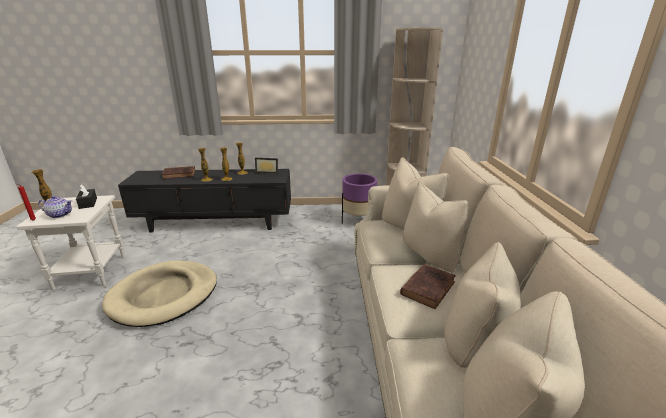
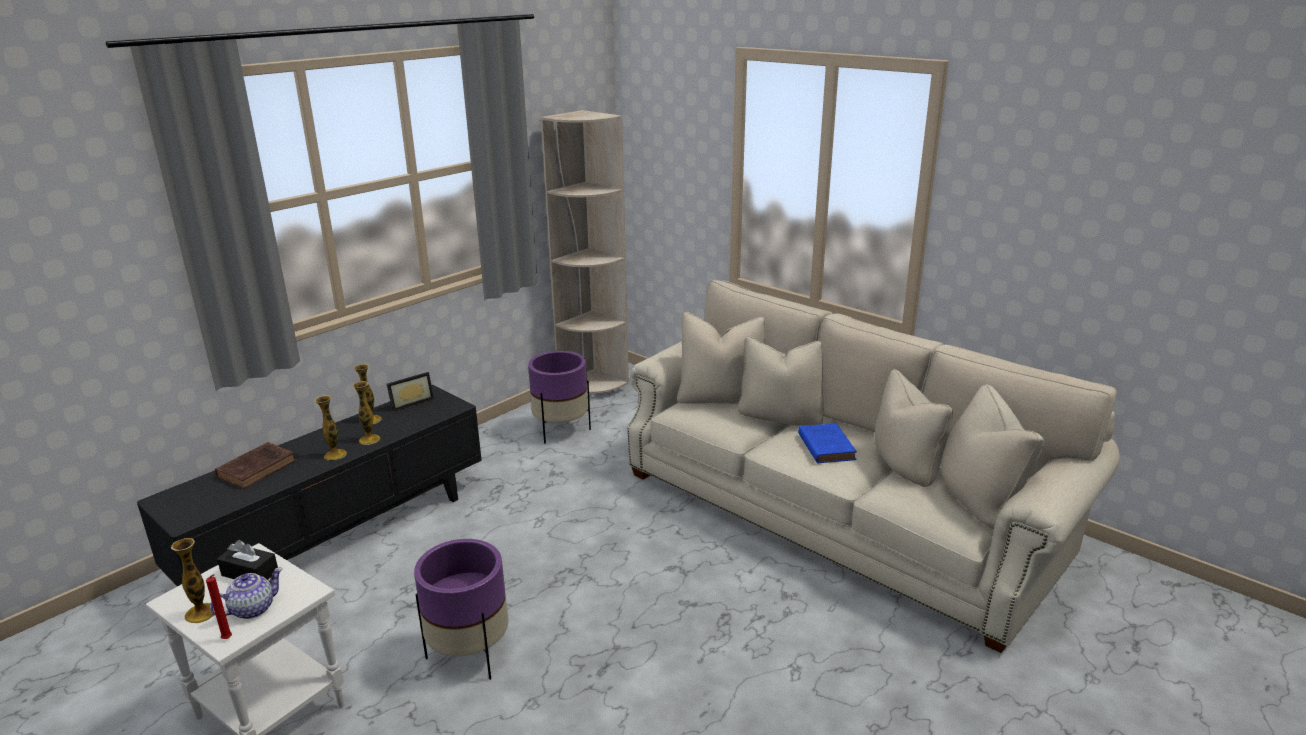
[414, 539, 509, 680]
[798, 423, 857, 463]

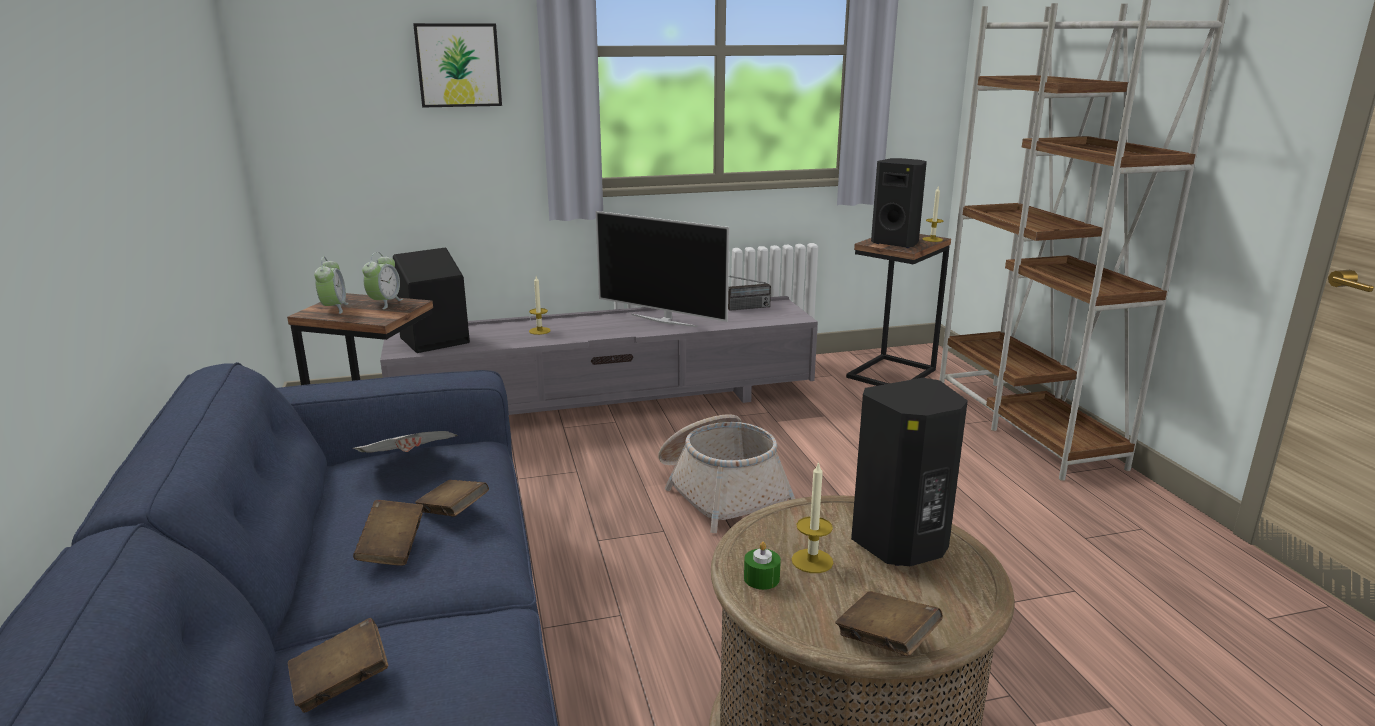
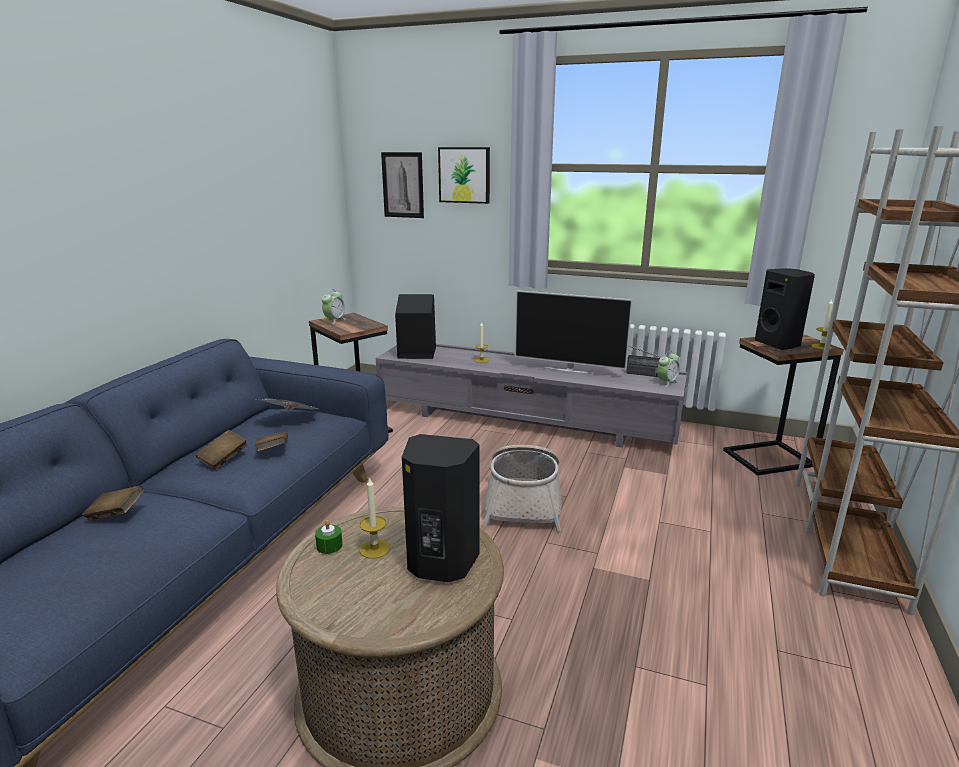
[835, 591, 943, 656] (first image)
[381, 152, 424, 218]
[657, 351, 680, 387]
[514, 290, 633, 374]

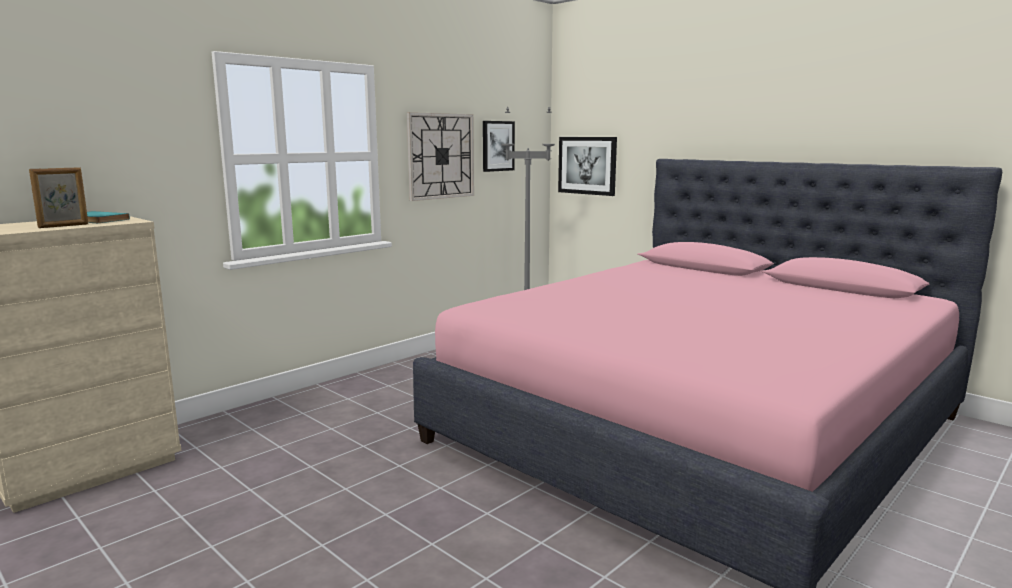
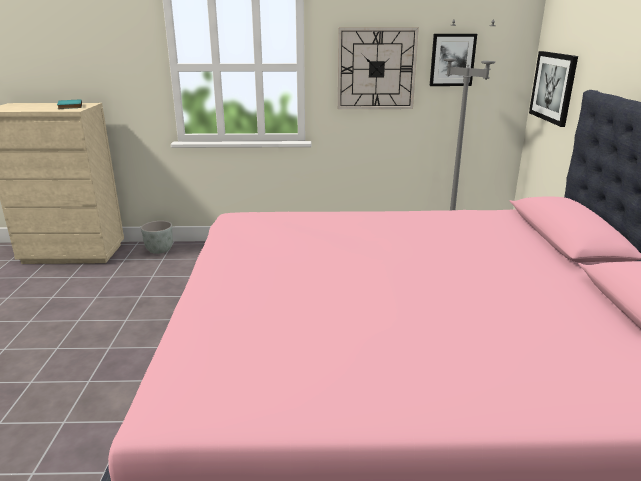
[29, 167, 88, 228] (first image)
[141, 221, 173, 254]

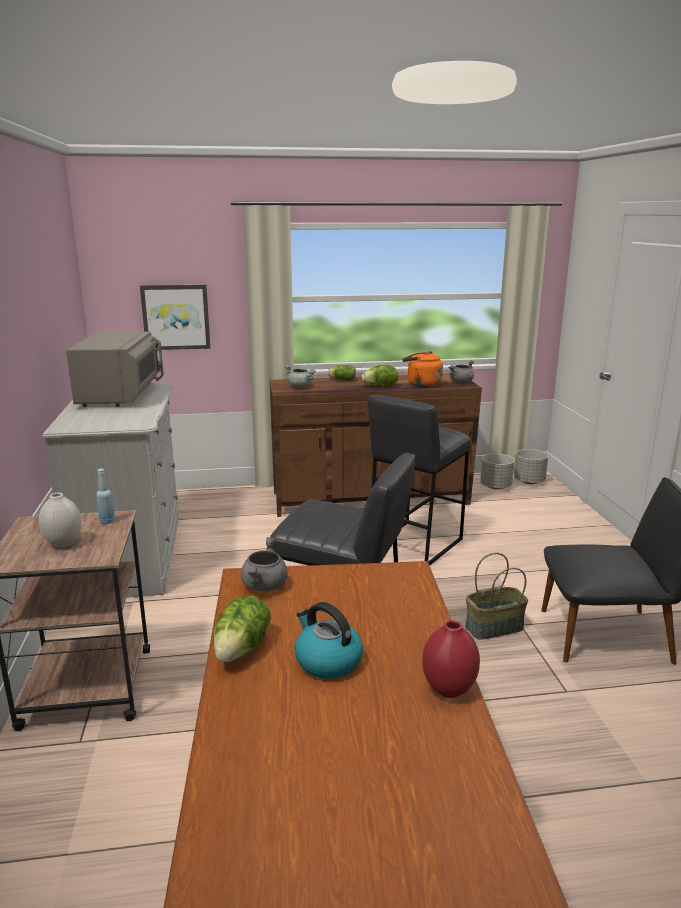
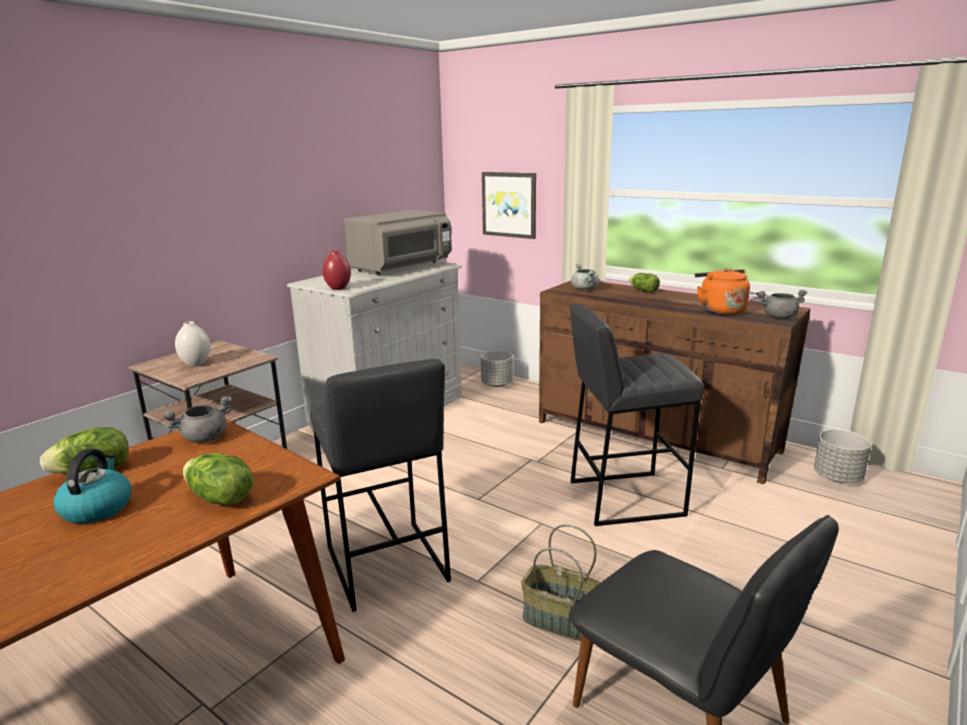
[96, 469, 115, 524] (first image)
[183, 453, 254, 505]
[322, 250, 351, 290]
[481, 350, 513, 387]

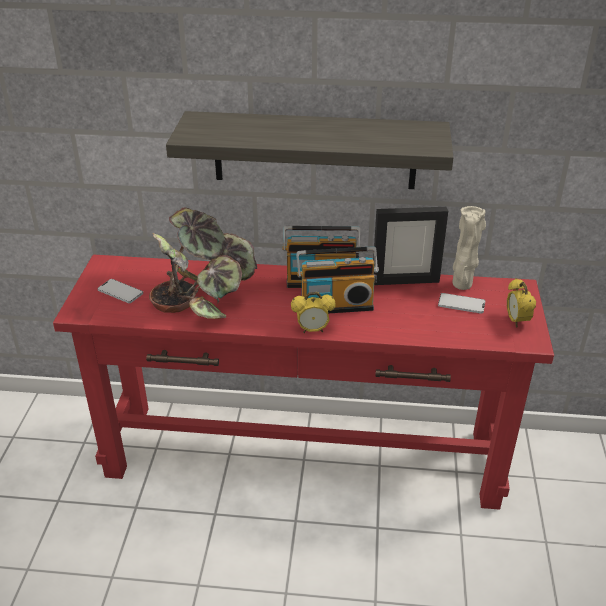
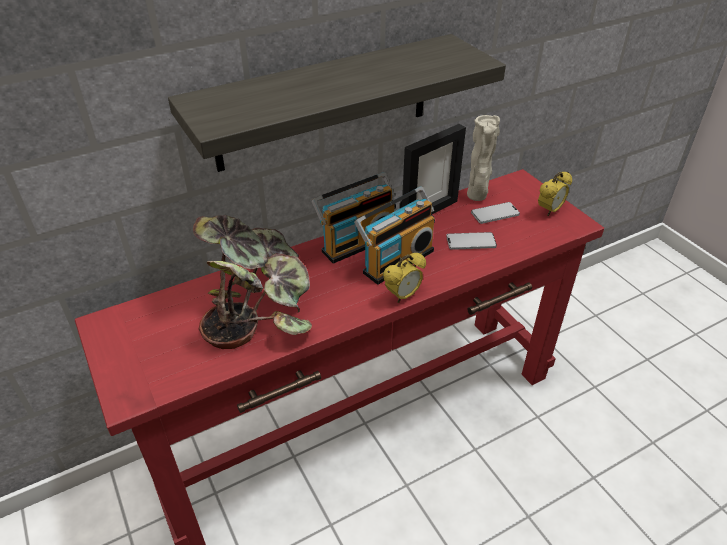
[446, 232, 497, 250]
[538, 172, 572, 216]

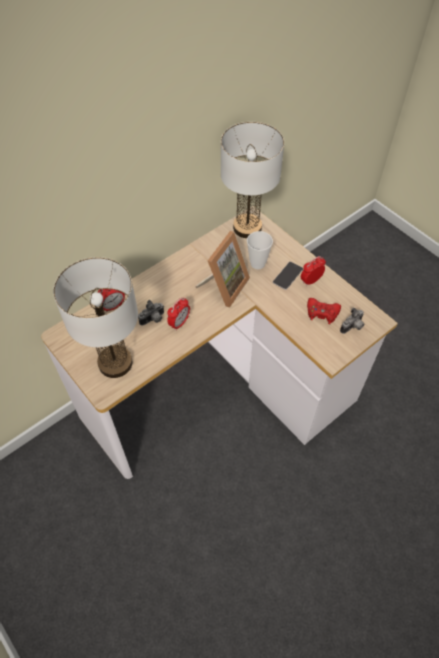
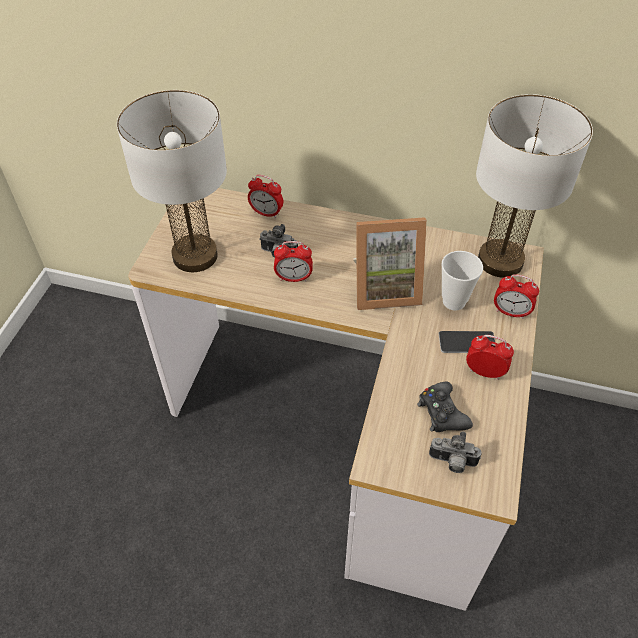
[494, 274, 539, 319]
[417, 382, 473, 432]

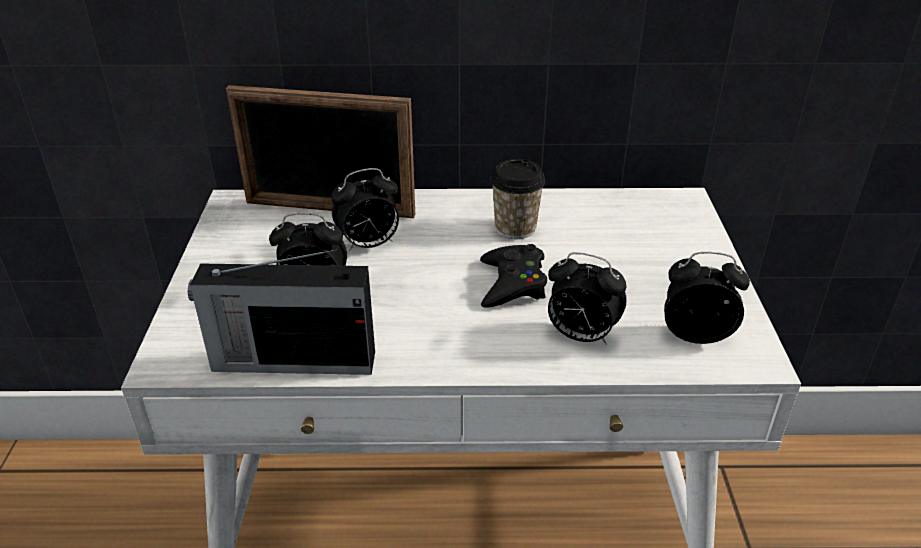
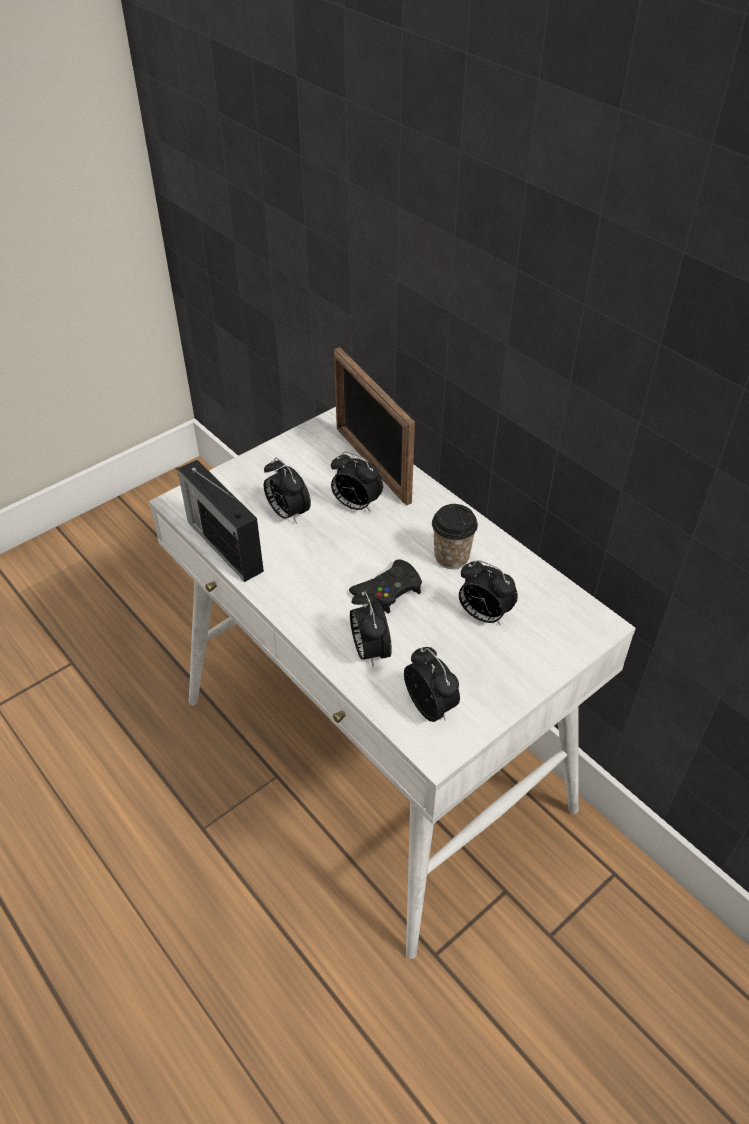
[459, 560, 518, 625]

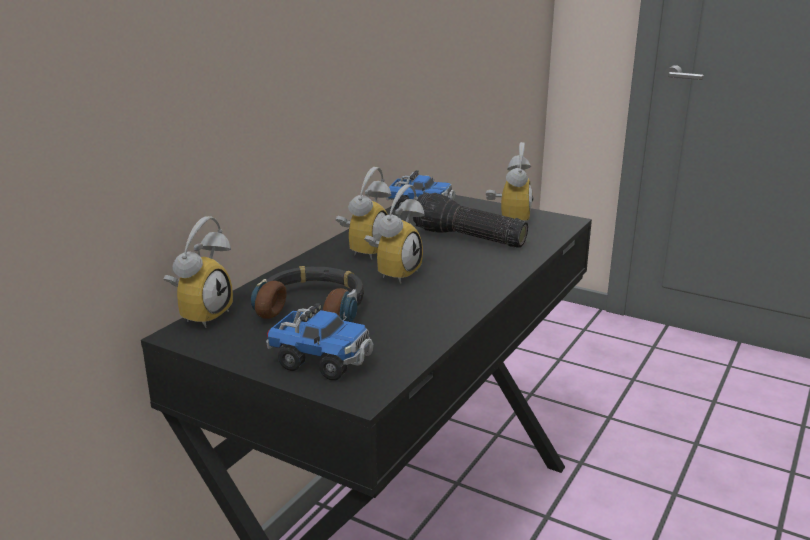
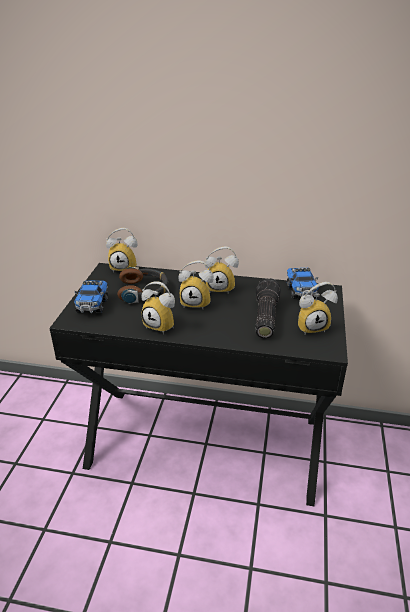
[141, 281, 175, 334]

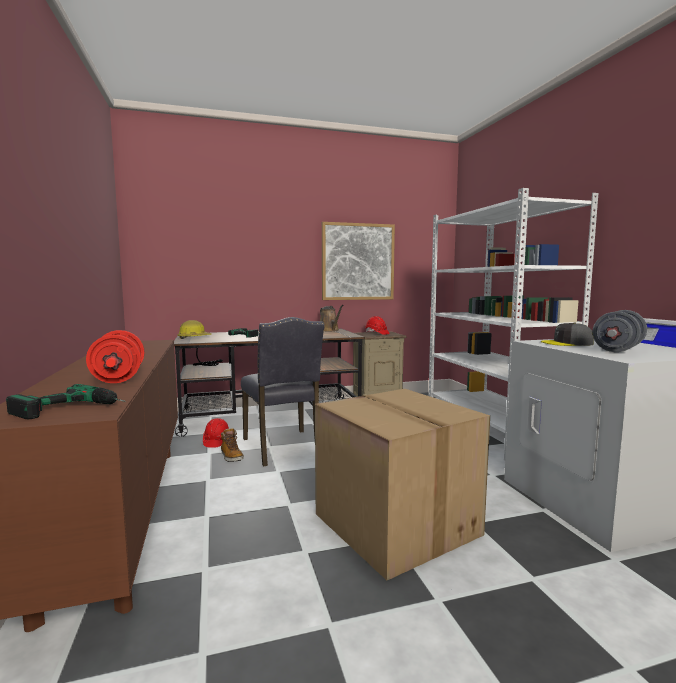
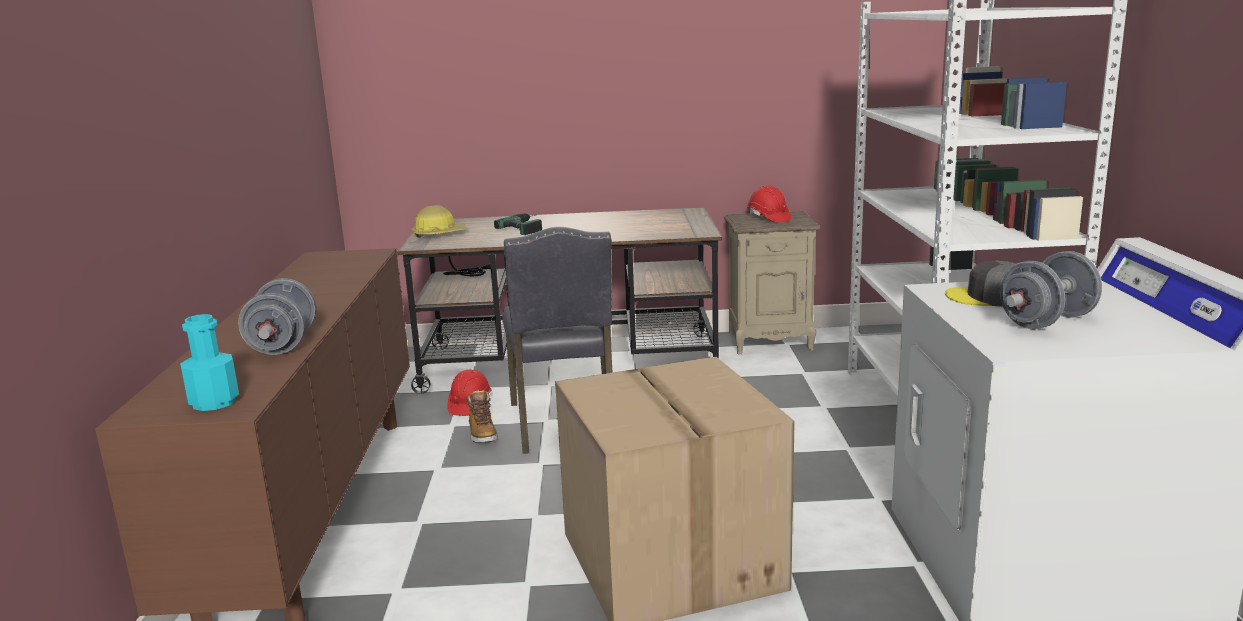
[320, 305, 344, 332] (first image)
[322, 222, 395, 300] (first image)
[180, 314, 239, 411]
[238, 278, 316, 355]

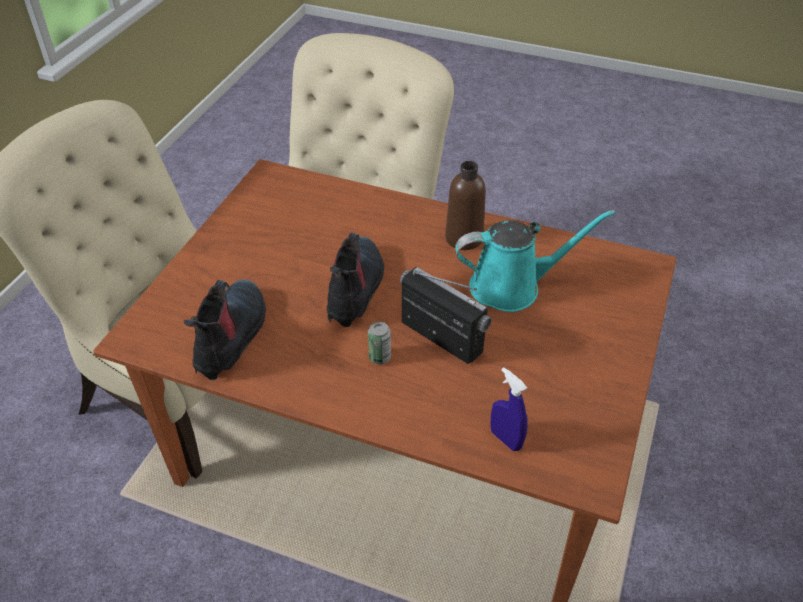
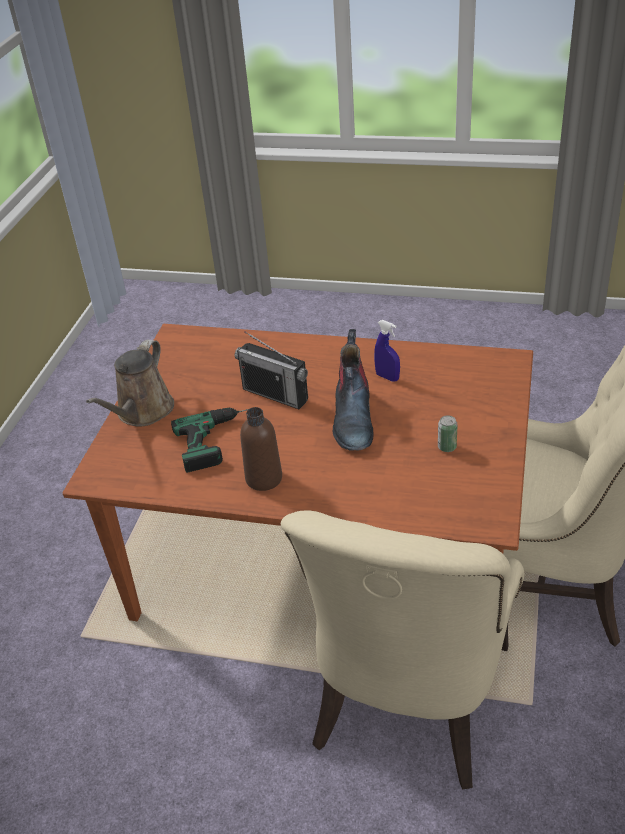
[183, 280, 266, 380] (first image)
[86, 340, 174, 426]
[438, 415, 458, 452]
[374, 320, 400, 382]
[171, 408, 248, 473]

